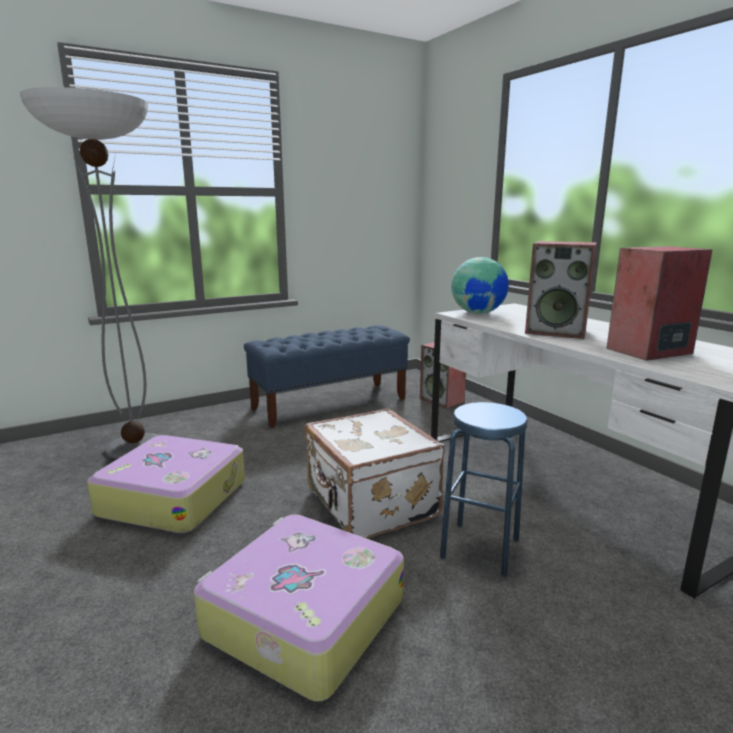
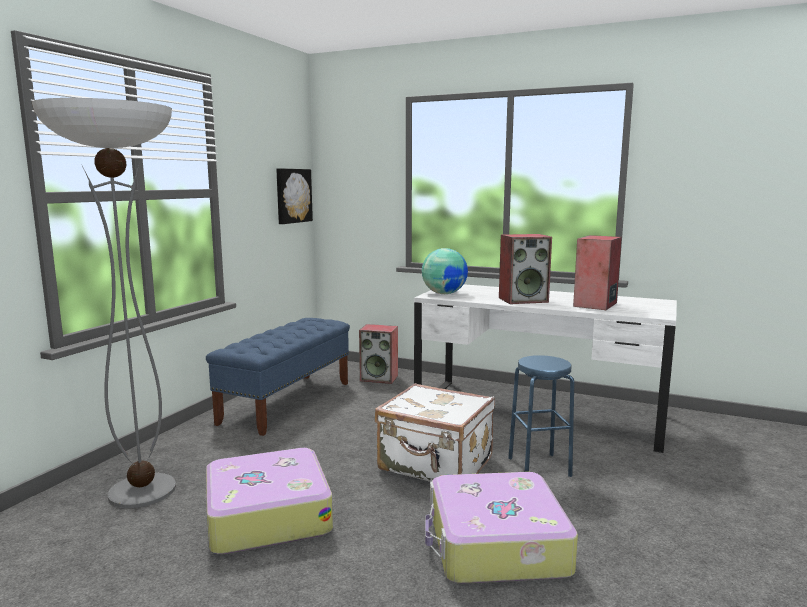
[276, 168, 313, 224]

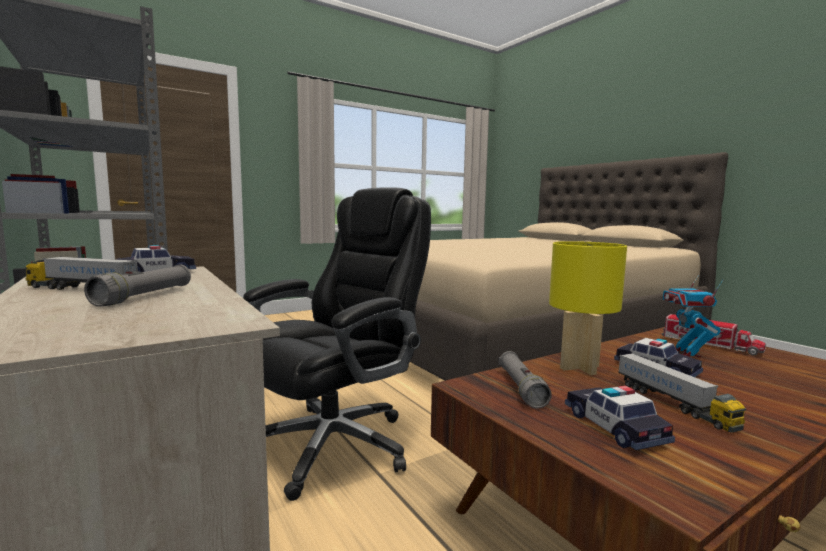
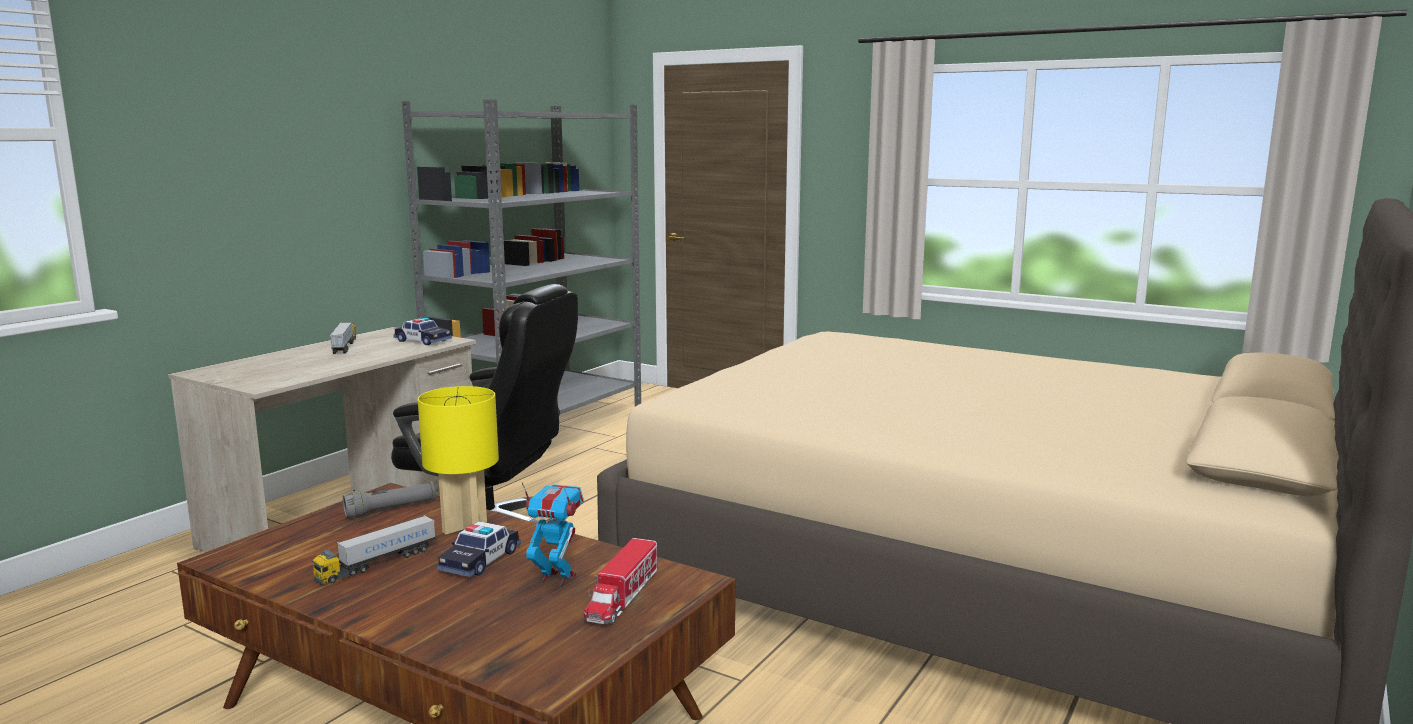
[84, 264, 191, 307] (first image)
[565, 386, 675, 450] (first image)
[522, 482, 584, 586]

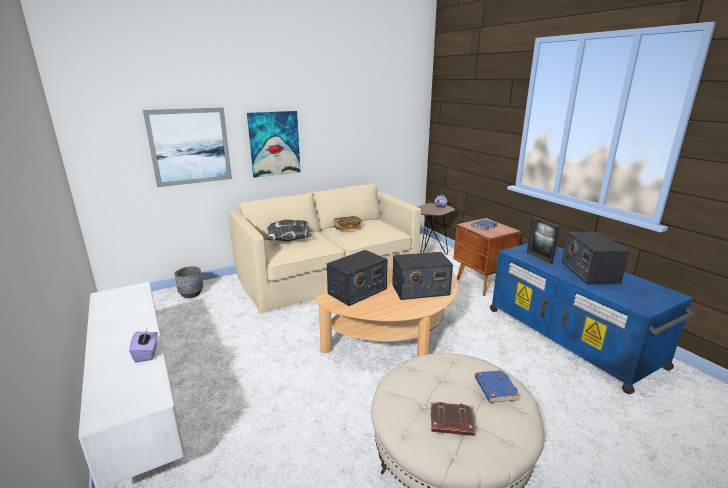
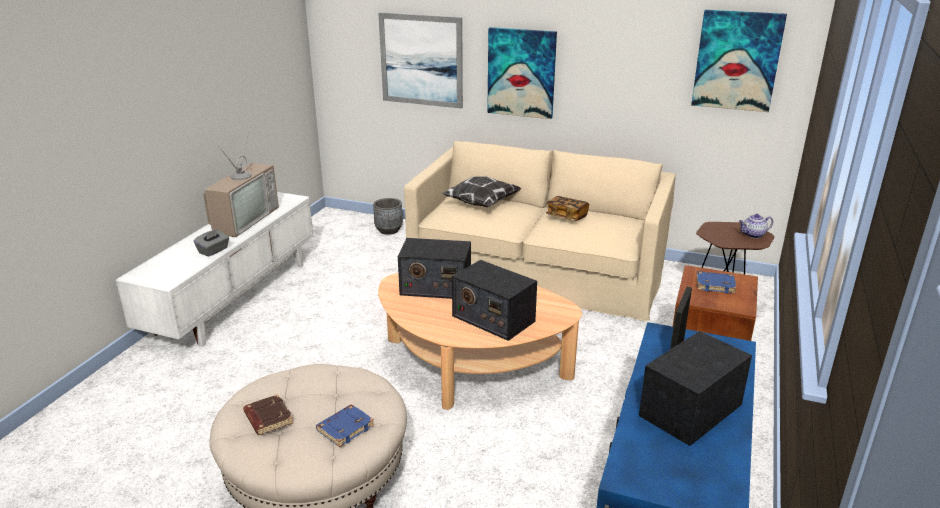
[203, 131, 279, 237]
[691, 10, 787, 112]
[194, 229, 229, 257]

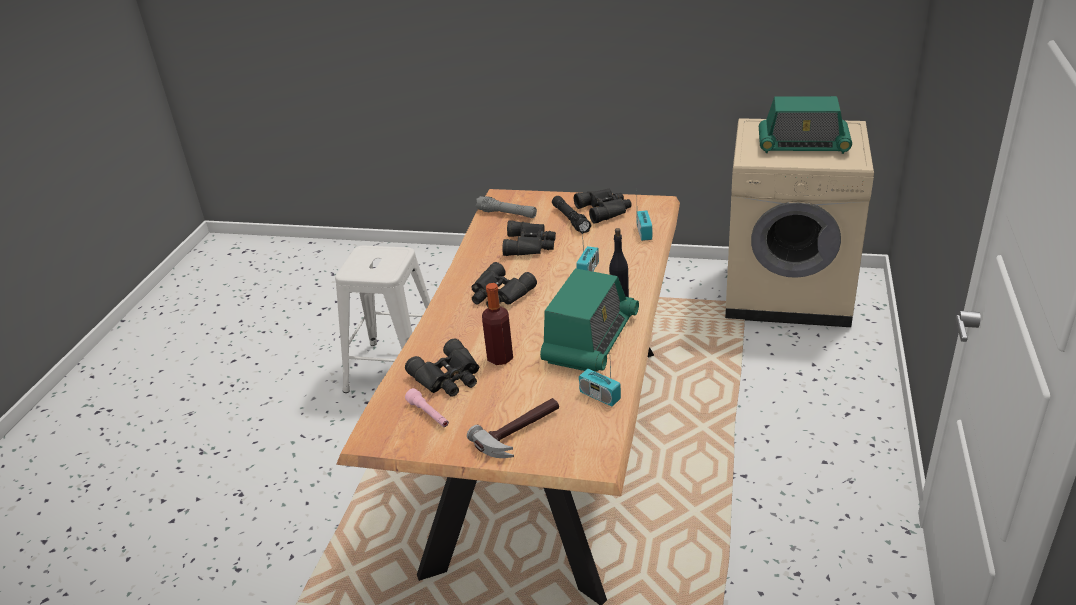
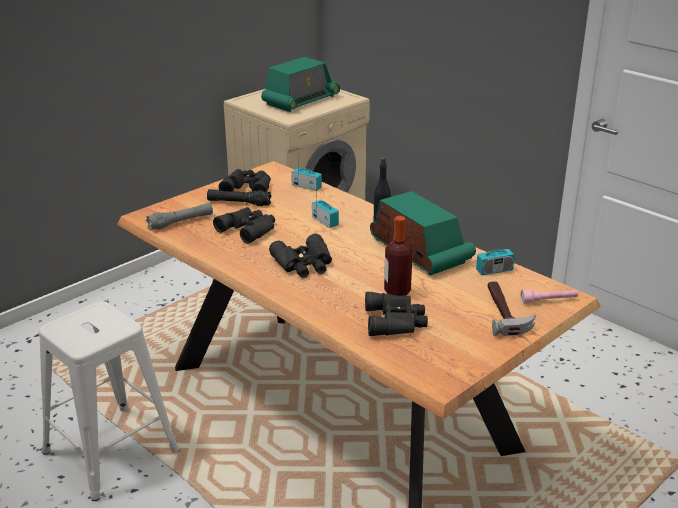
[521, 289, 578, 304]

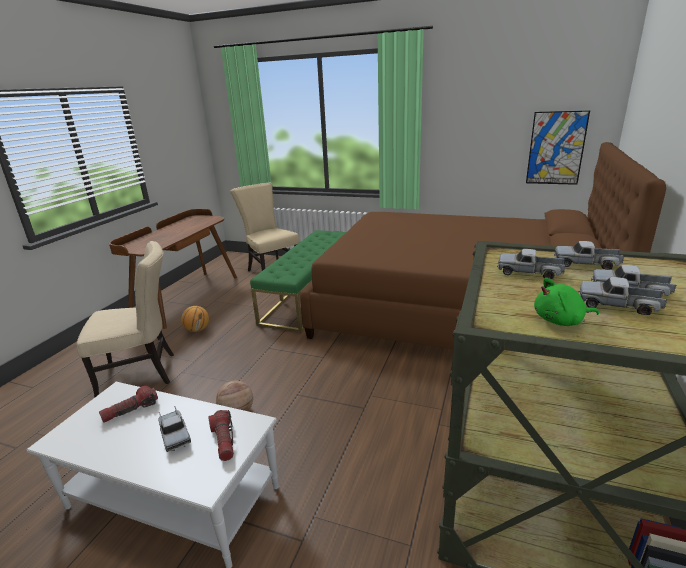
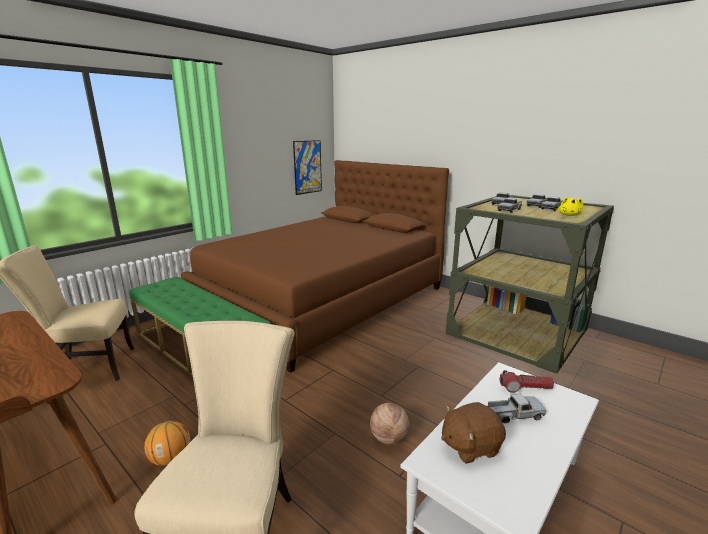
[441, 402, 506, 464]
[558, 197, 583, 216]

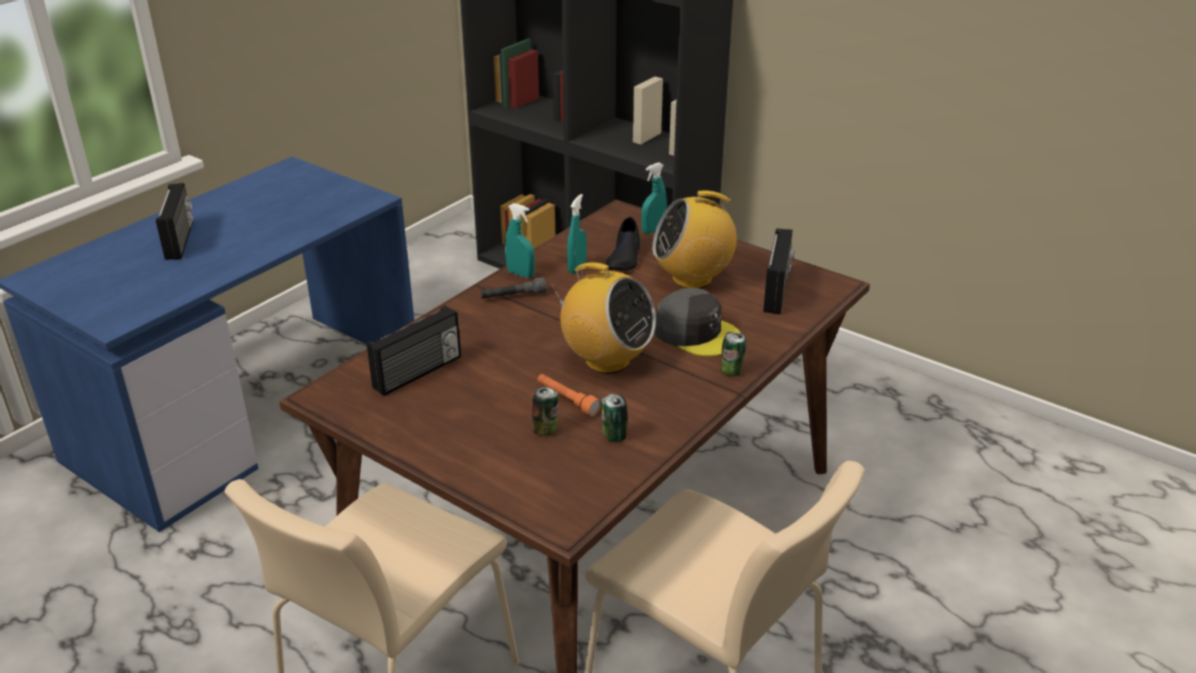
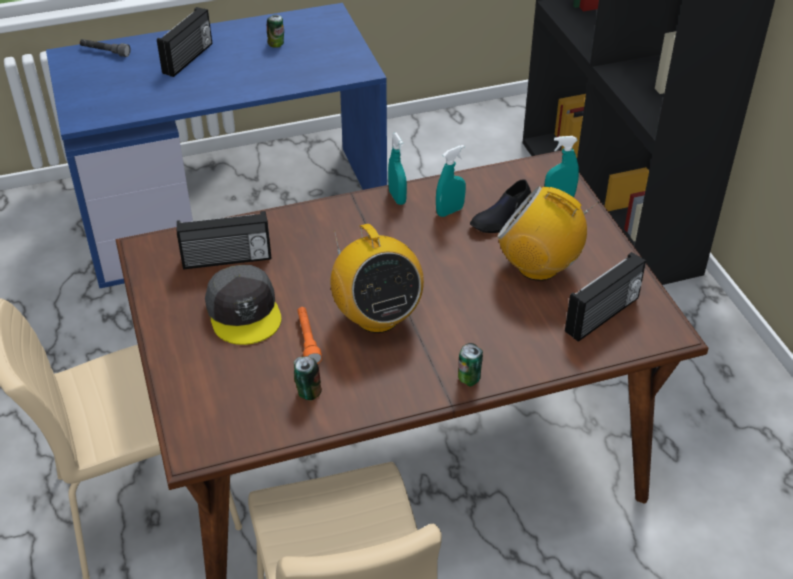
[80, 39, 130, 57]
[267, 15, 284, 48]
[205, 265, 282, 345]

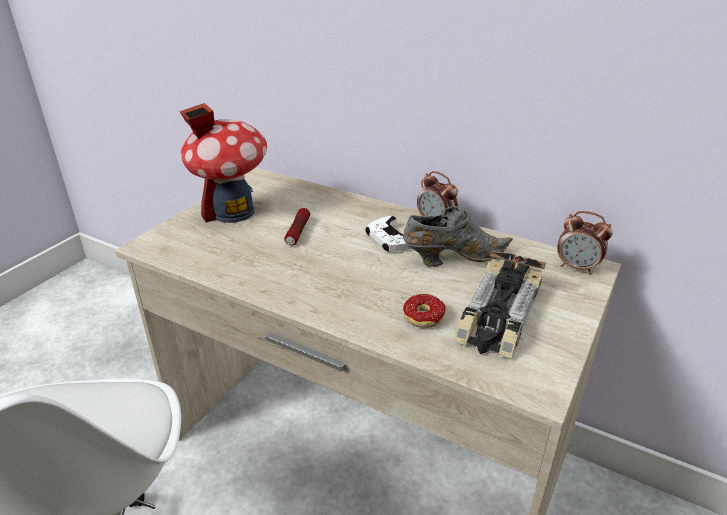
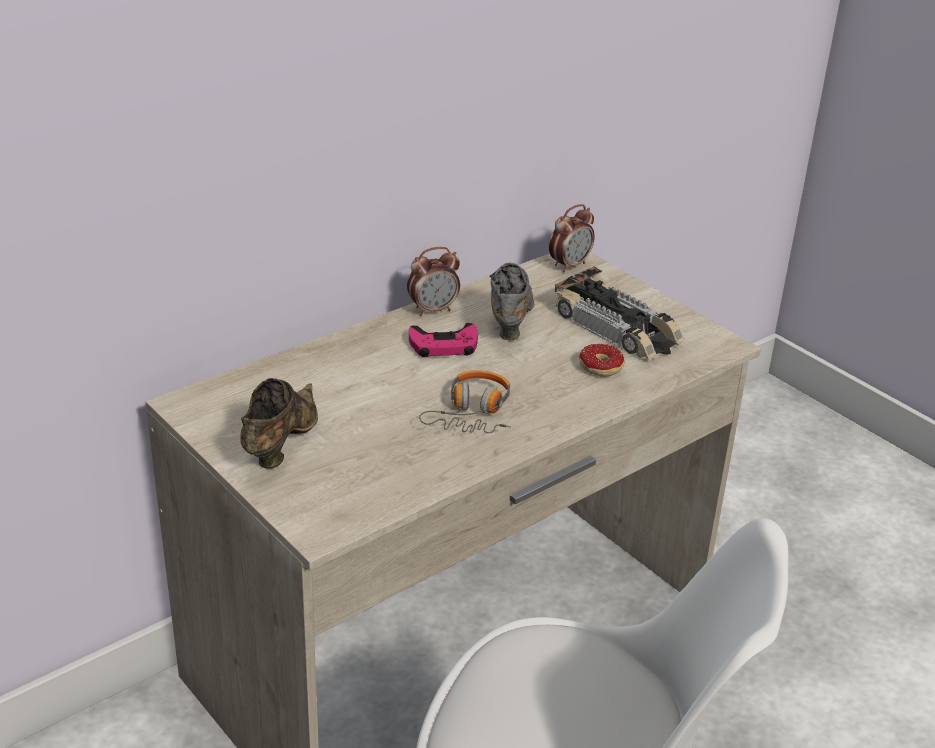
[284, 208, 310, 245] (first image)
[419, 370, 511, 433]
[240, 378, 318, 469]
[409, 323, 478, 357]

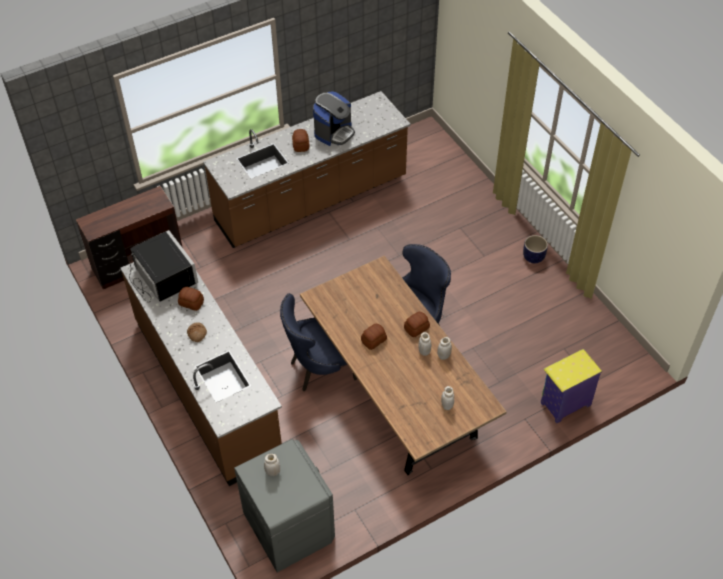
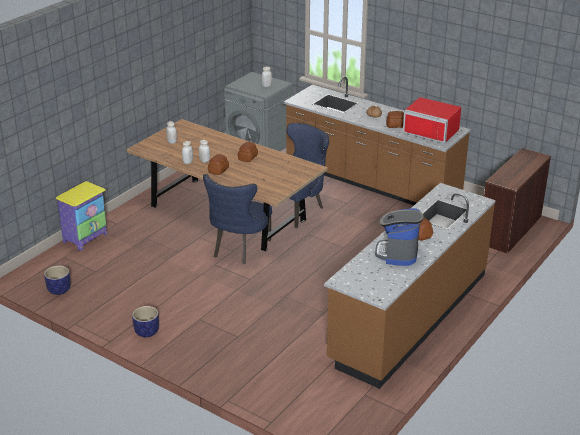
[44, 265, 71, 295]
[403, 97, 461, 144]

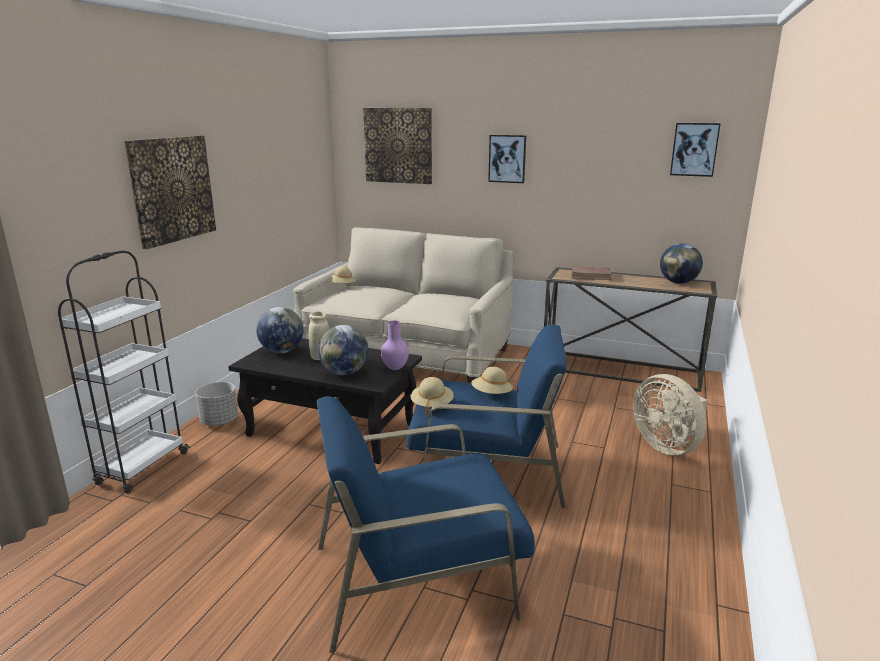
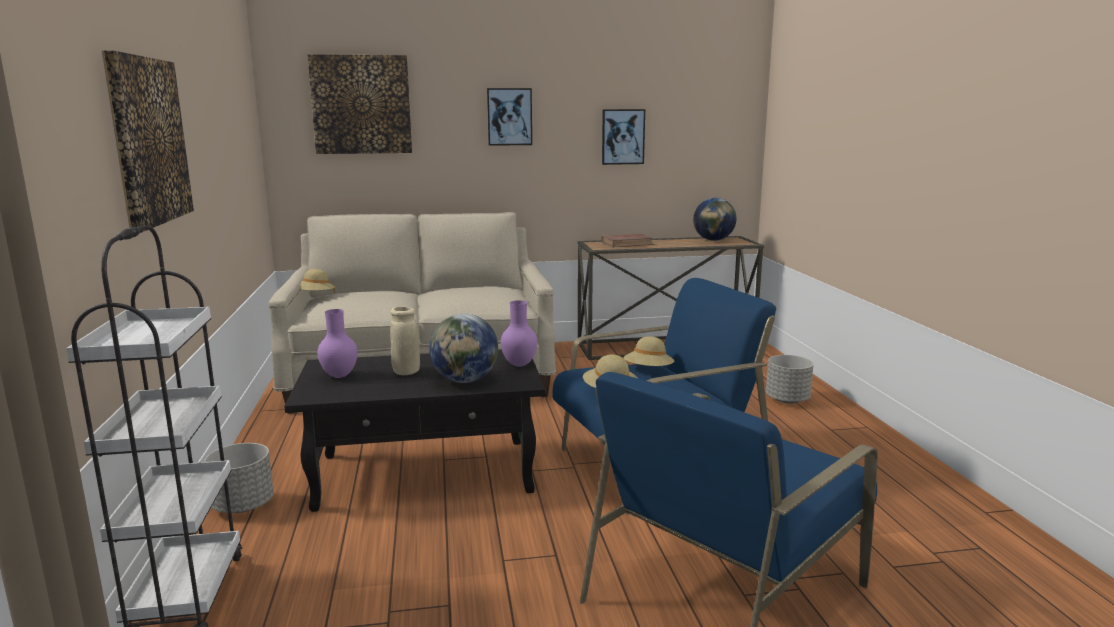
[602, 109, 645, 165]
[317, 309, 358, 378]
[766, 355, 814, 404]

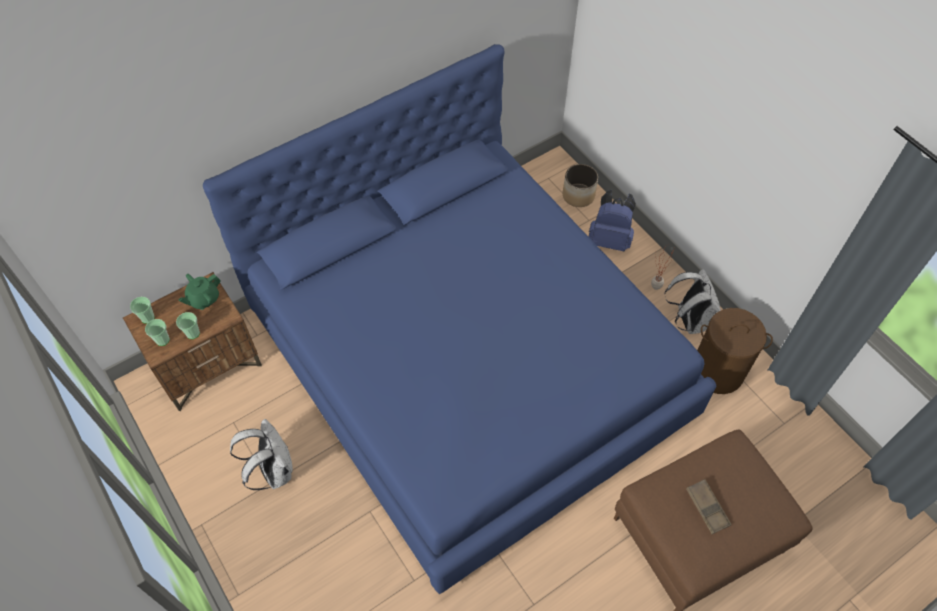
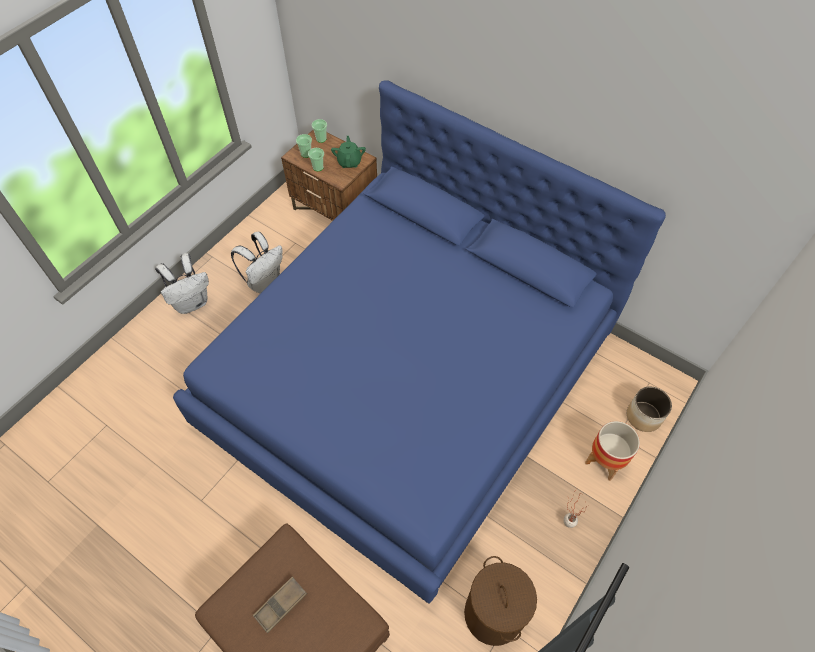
[155, 253, 209, 314]
[585, 421, 640, 481]
[331, 136, 366, 168]

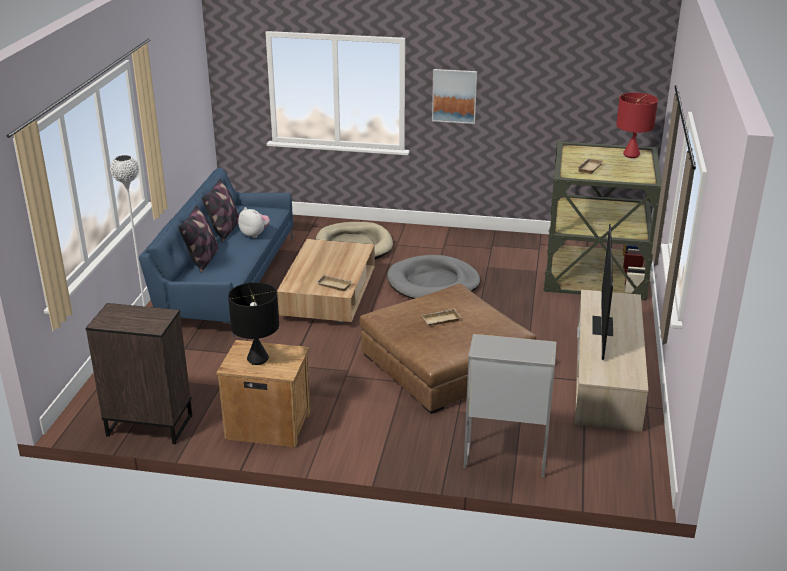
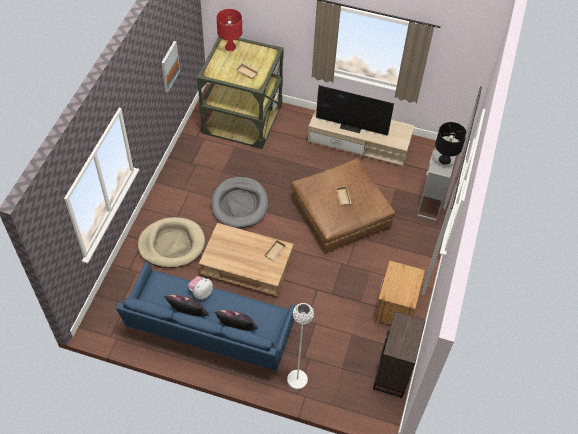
[435, 122, 466, 165]
[161, 41, 180, 92]

